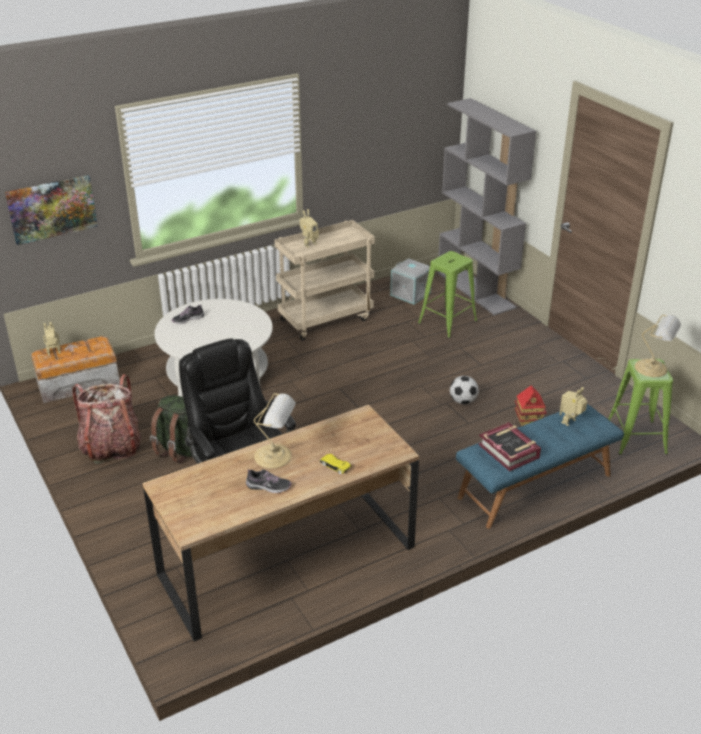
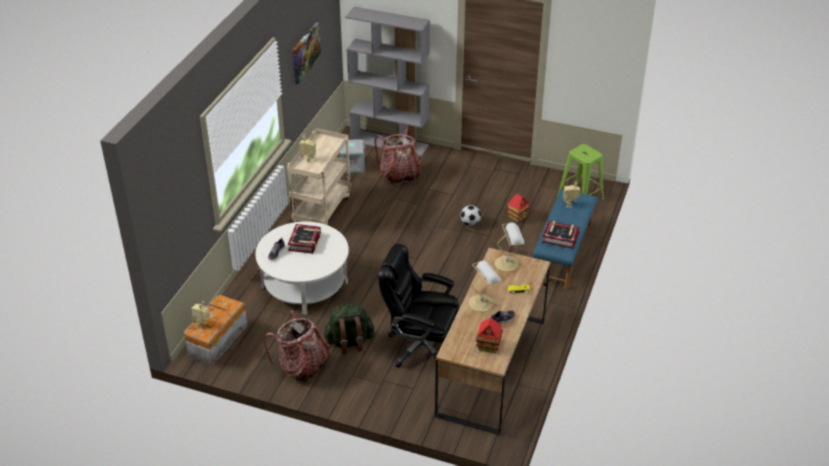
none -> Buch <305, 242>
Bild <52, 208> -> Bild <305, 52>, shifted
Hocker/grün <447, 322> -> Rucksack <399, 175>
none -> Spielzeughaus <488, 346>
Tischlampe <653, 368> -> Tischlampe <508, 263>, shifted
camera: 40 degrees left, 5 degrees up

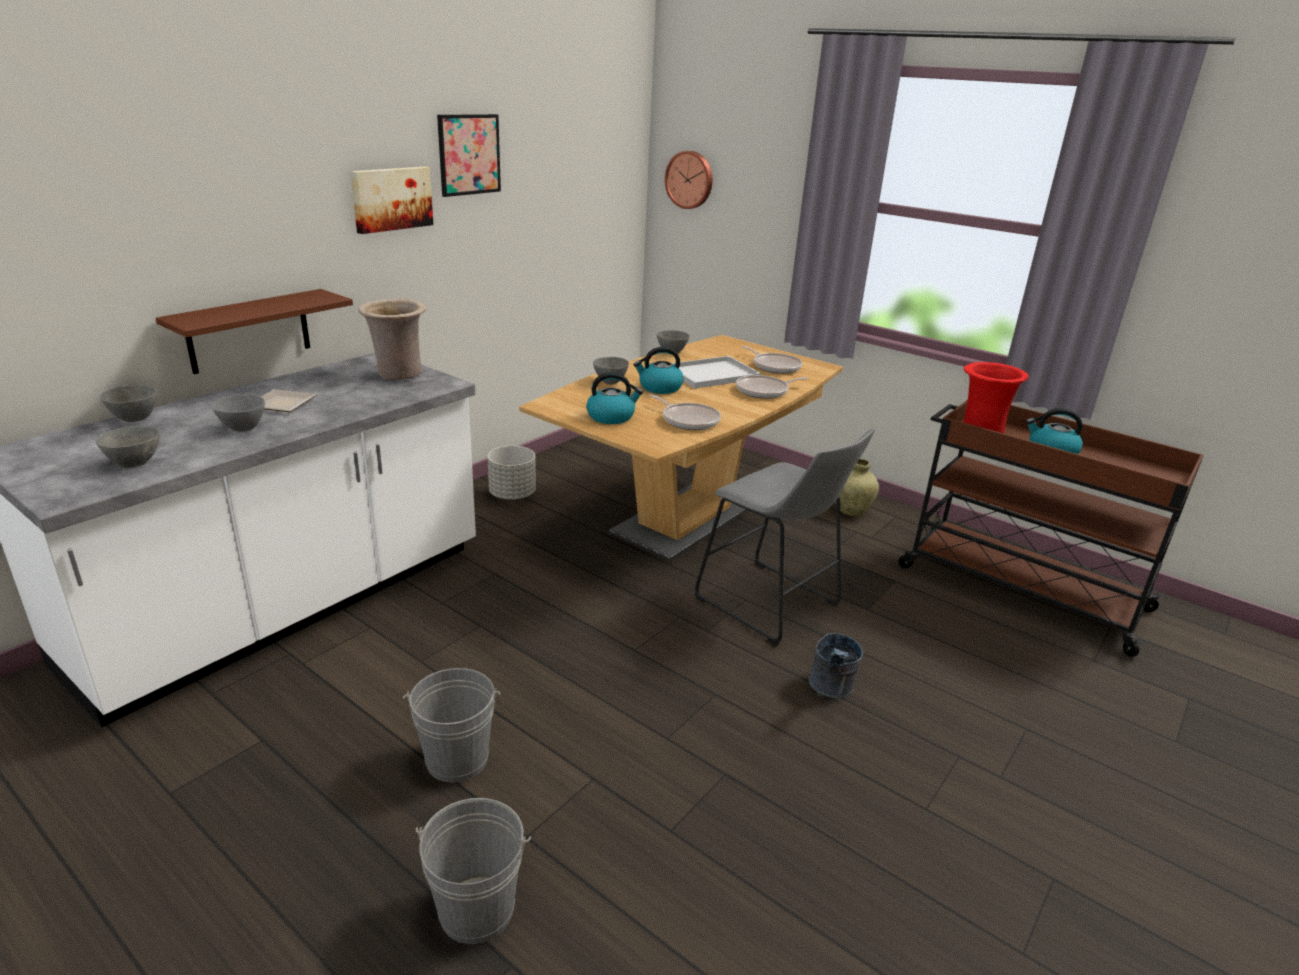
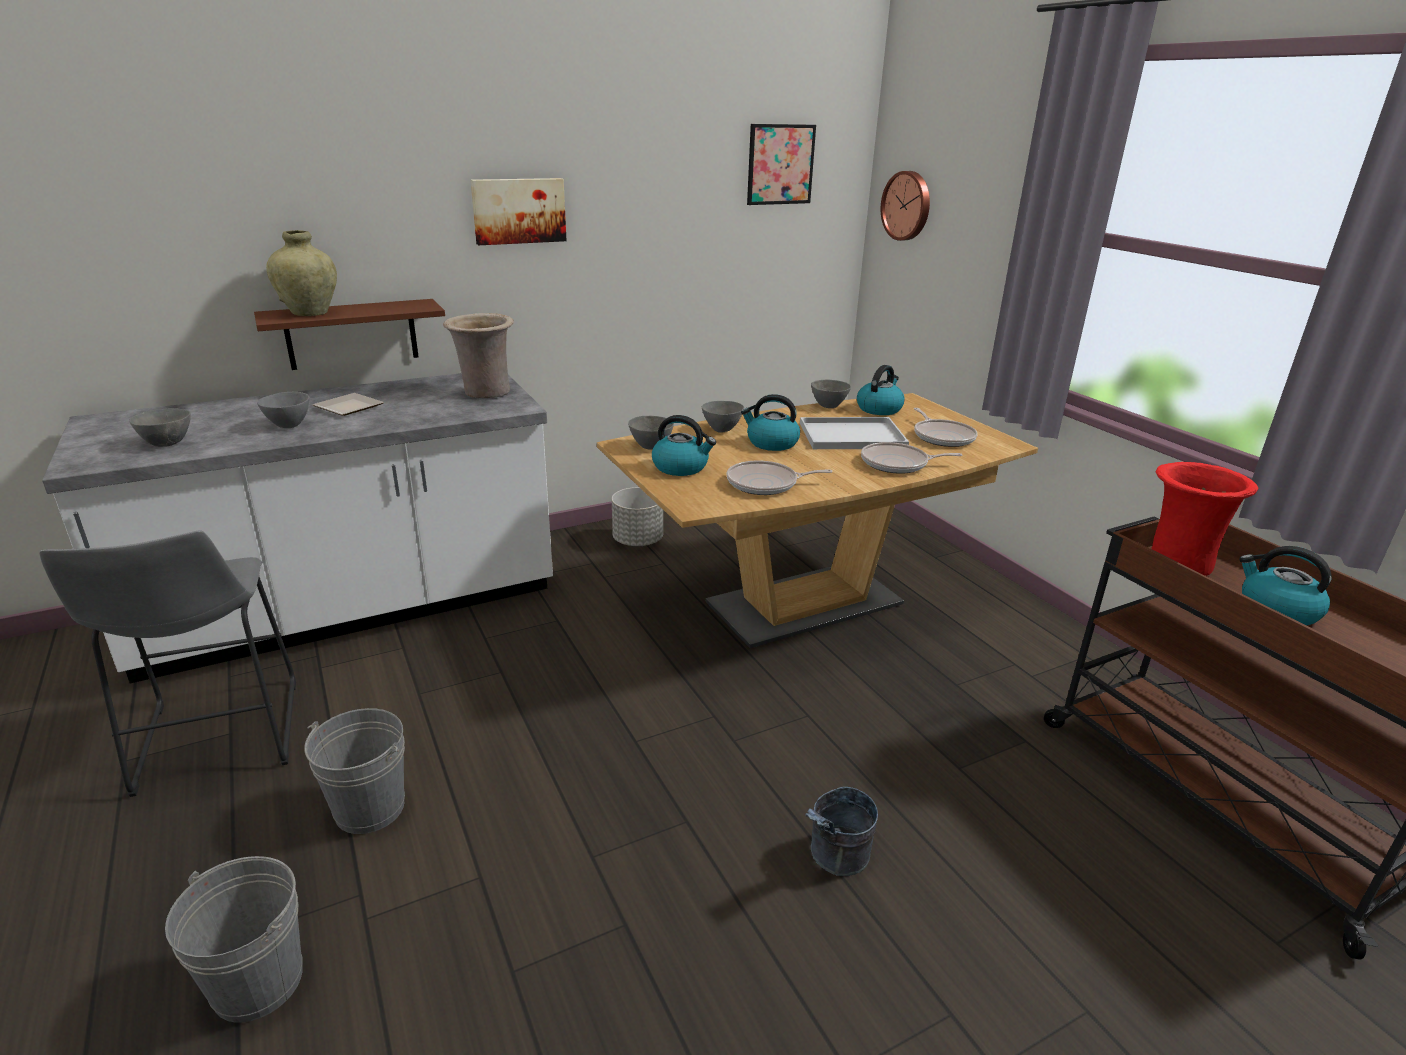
Hocker/grau <772, 605> -> Hocker/grau <217, 742>, shifted
Vase/beige <851, 511> -> Vase/beige <309, 313>, shifted
Schüssel/grau <134, 419> -> Schüssel/grau <650, 447>, shifted
Pfanne <688, 420> -> Pfanne <766, 484>, 105 degrees clockwise
Bild <469, 154> -> Bild <780, 164>, shifted
none -> Wasserkessel <879, 409>
camera: 25 degrees right, 0 degrees up

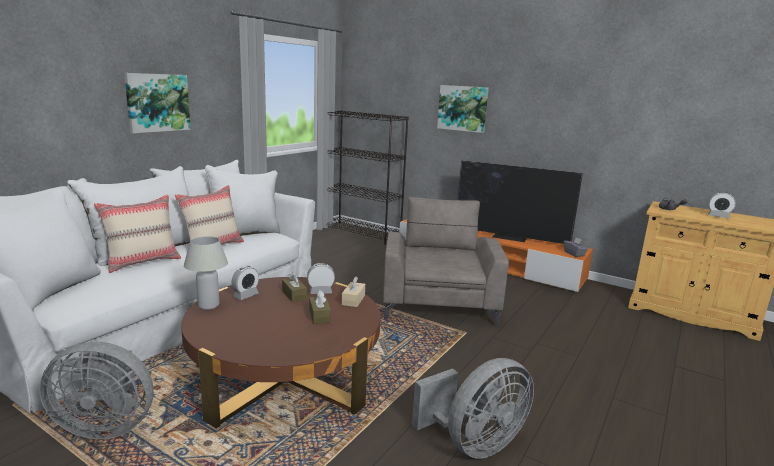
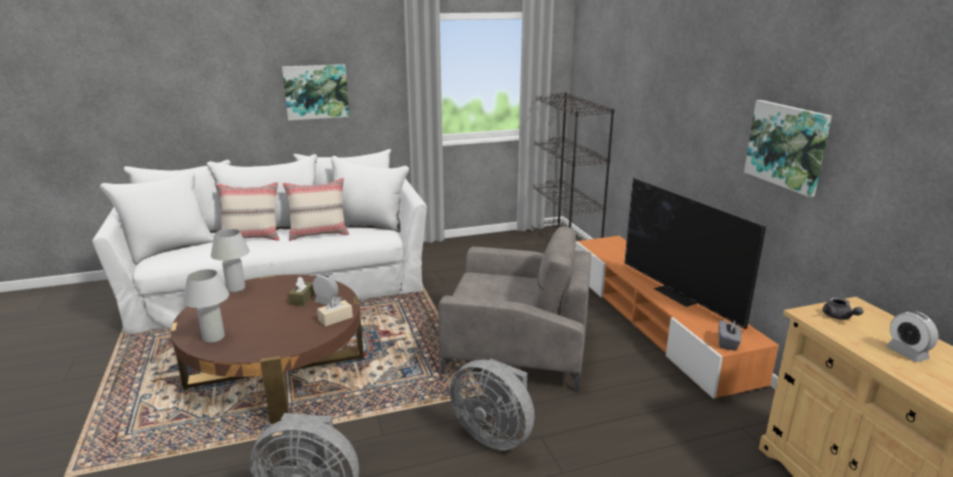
none -> Tischlampe/weiß <213, 338>
Sessel/grau <438, 299> -> Sessel/grau <517, 347>, 60 degrees clockwise
Ventilator/grau <106, 425> -> Ventilator/grau <494, 434>, shifted
Bild <462, 108> -> Bild <787, 146>, shifted
Wecker <245, 295> -> none
Taschentuchbox/braun <319, 316> -> none
camera: 40 degrees right, 5 degrees up

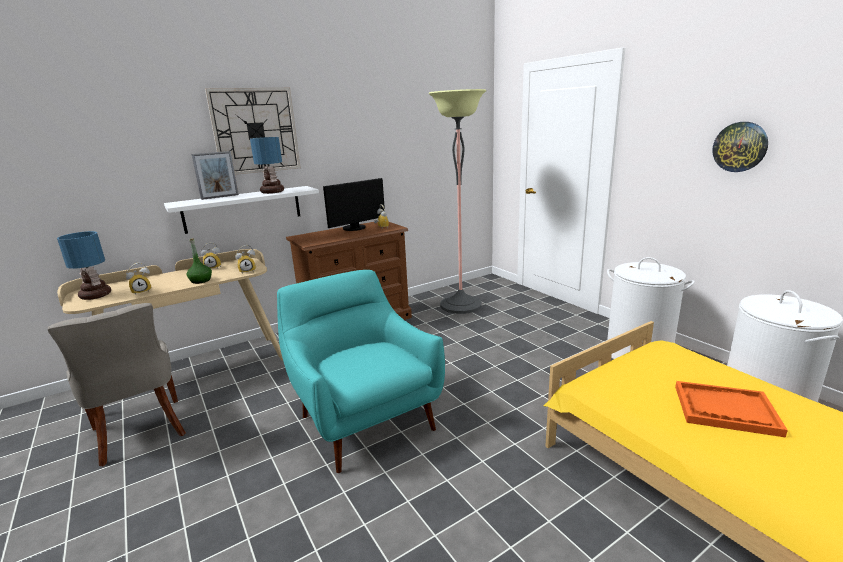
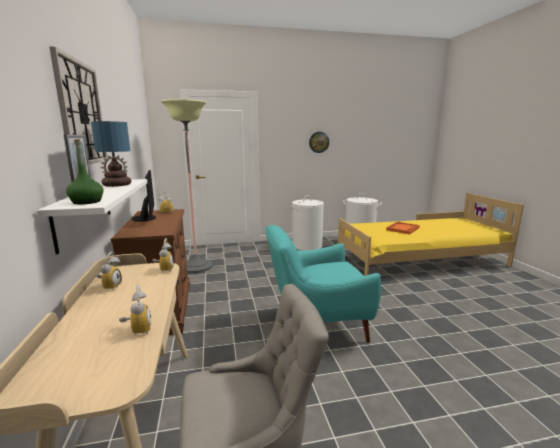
Flasche/grün <200, 281> -> Flasche/grün <87, 202>, shifted
Tischlampe <97, 295> -> none
camera: 70 degrees left, 5 degrees down

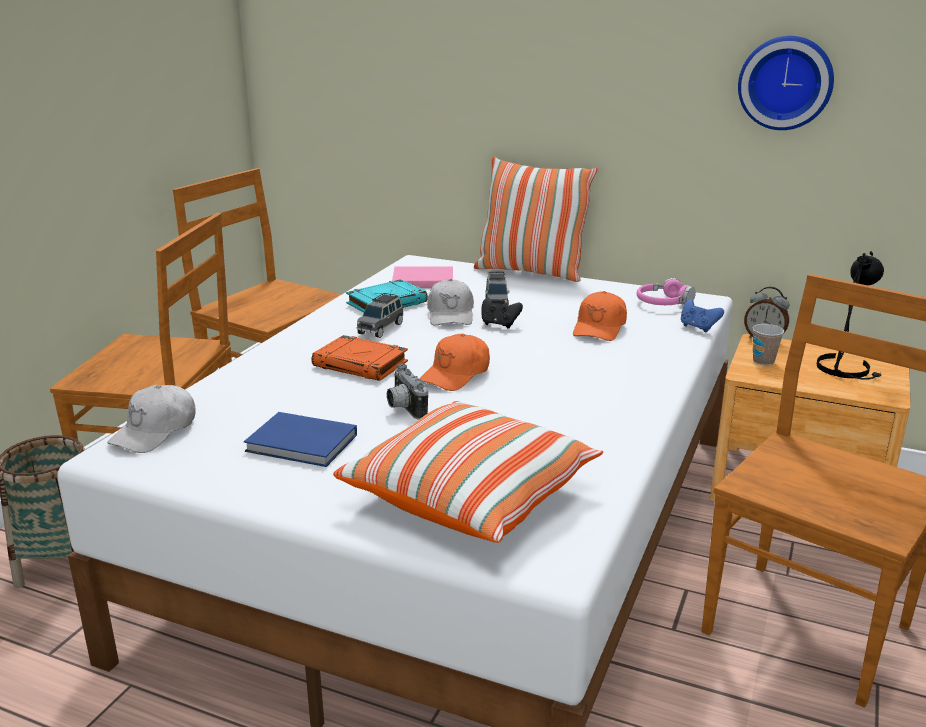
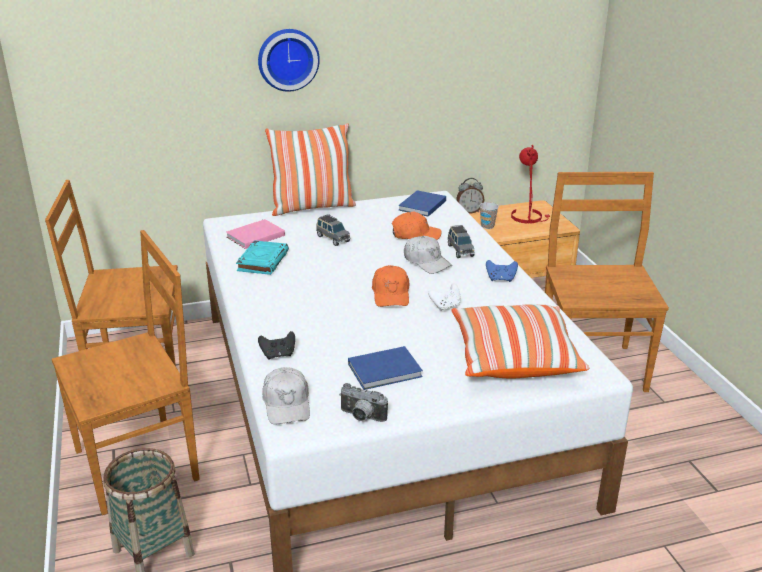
Wanduhr <785, 82> -> Wanduhr <287, 59>, shifted
Gamepad/schwarz <499, 324> -> Gamepad/schwarz <278, 355>, shifted
Kamera <403, 408> -> Kamera <361, 417>, shifted
Kappe/orange <599, 328> -> Kappe/orange <415, 235>, 75 degrees counterclockwise
Kopfhörer/rosa <663, 303> -> Buch/blau <421, 206>
Kappe/weiß <451, 315> -> Kappe/weiß <426, 262>, shifted
none -> Gamepad/weiß <445, 306>
Spielzeugauto/grau <381, 328> -> Spielzeugauto/grau <460, 250>, shifted
Gamepad/blau <698, 327> -> Gamepad/blau <501, 279>, shifted
Tischlampe/schwarz <846, 368> -> Tischlampe/rot <528, 217>
Buch/orange <361, 364> -> none
camera: 40 degrees left, 5 degrees up

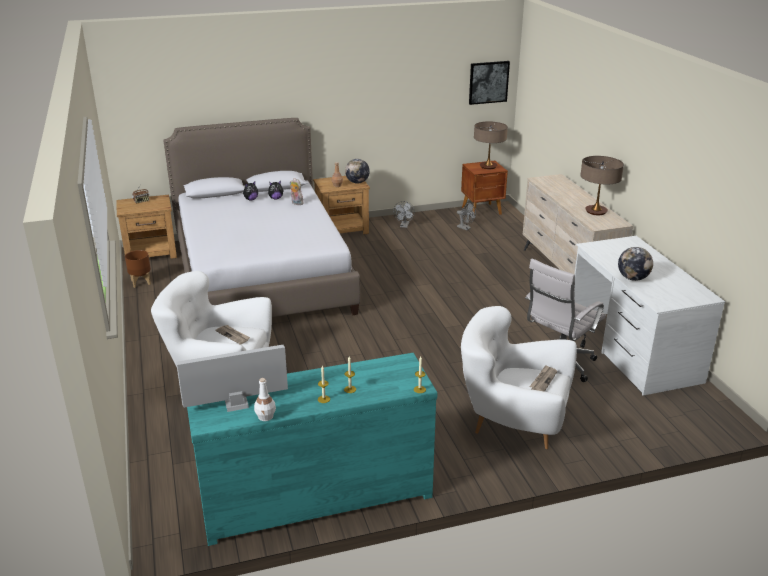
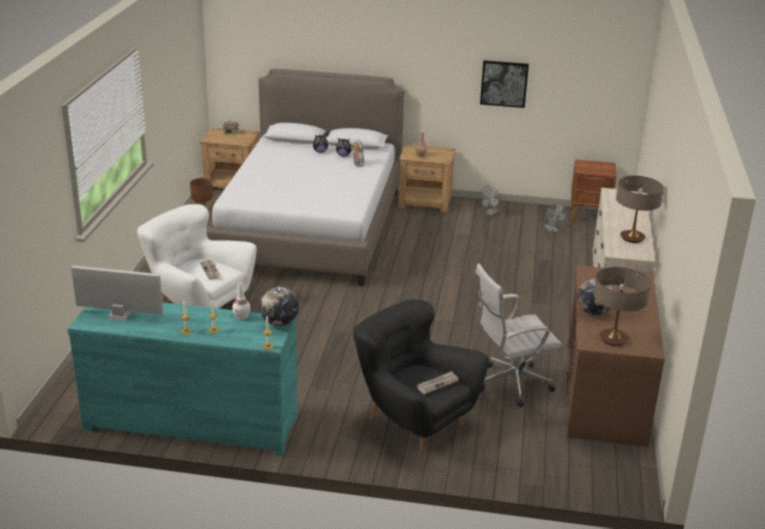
Flasche/weiß <266, 416> -> Flasche/weiß <242, 316>, shifted
Globus <357, 182> -> Globus <279, 323>, shifted
Sessel/weiß <513, 422> -> Sessel/schwarz <414, 420>
Bild <488, 82> -> Bild <504, 83>, shifted
Schreibtisch/weiß <632, 349> -> Schreibtisch/braun <604, 393>
Tischlampe <488, 166> -> Tischlampe <613, 339>, shifted
camera: 25 degrees right, 0 degrees up

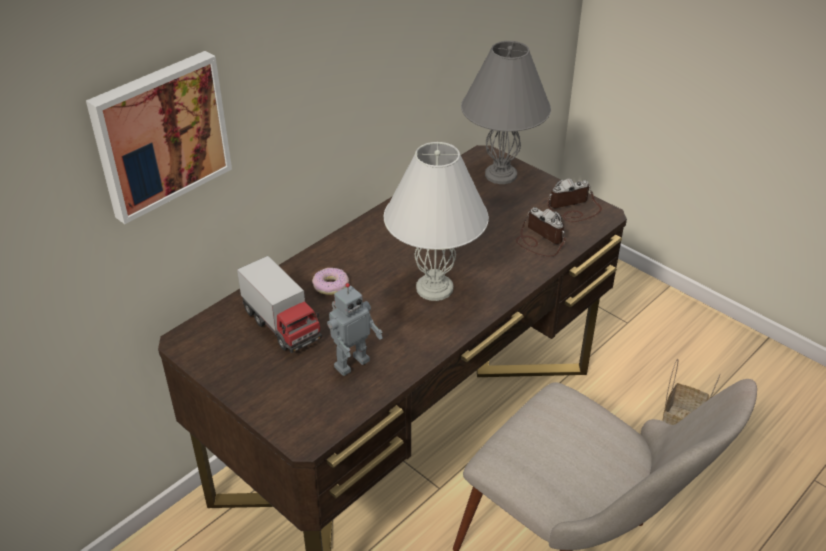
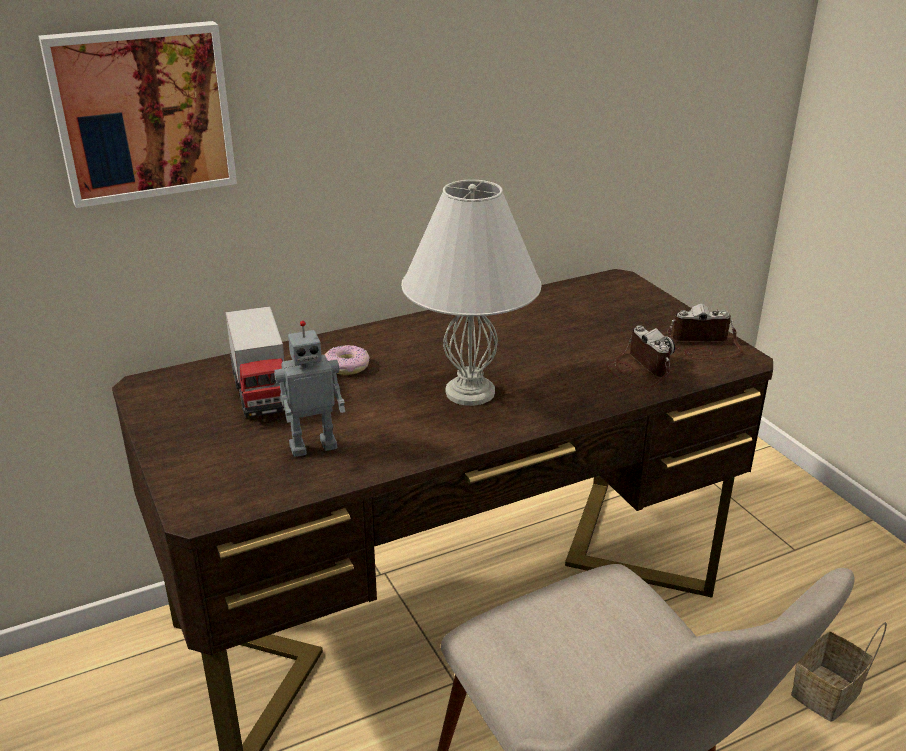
Tischlampe/grau <501, 175> -> none
camera: 20 degrees right, 10 degrees down

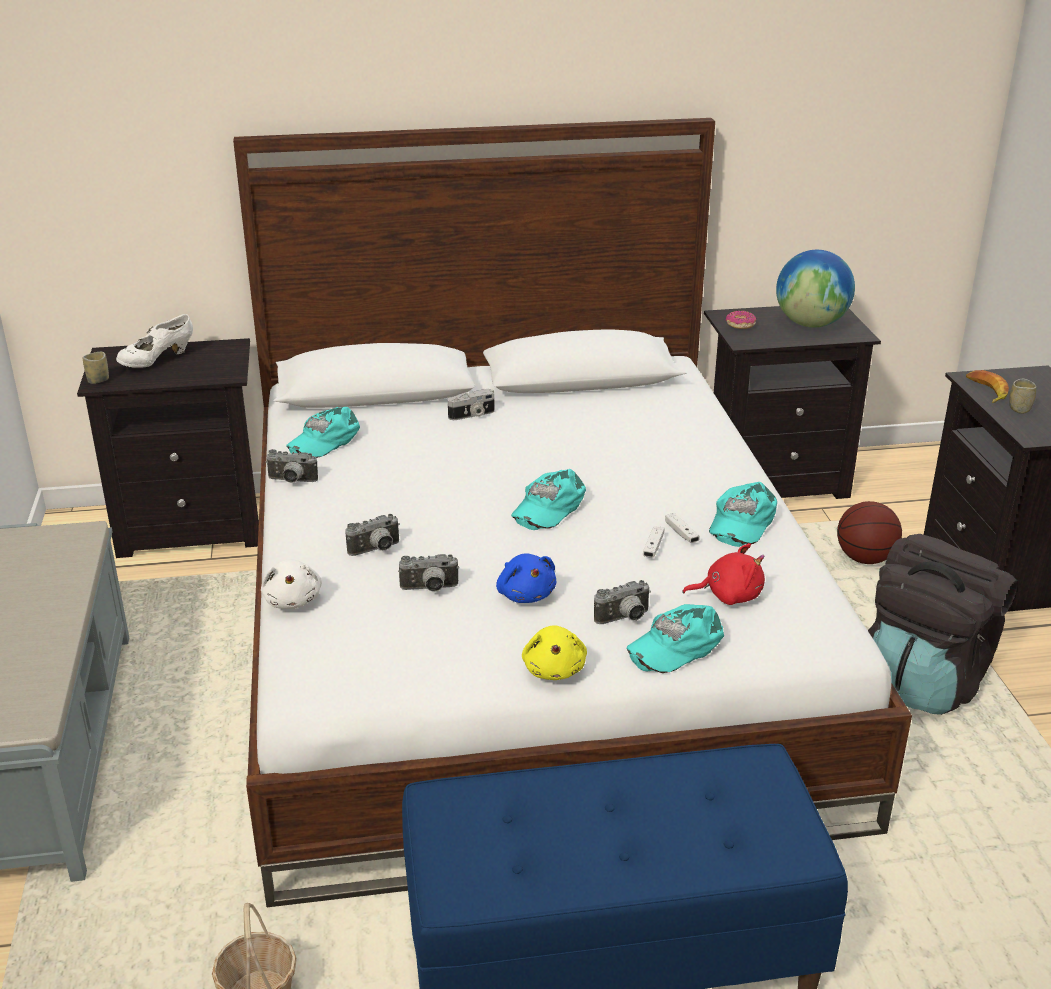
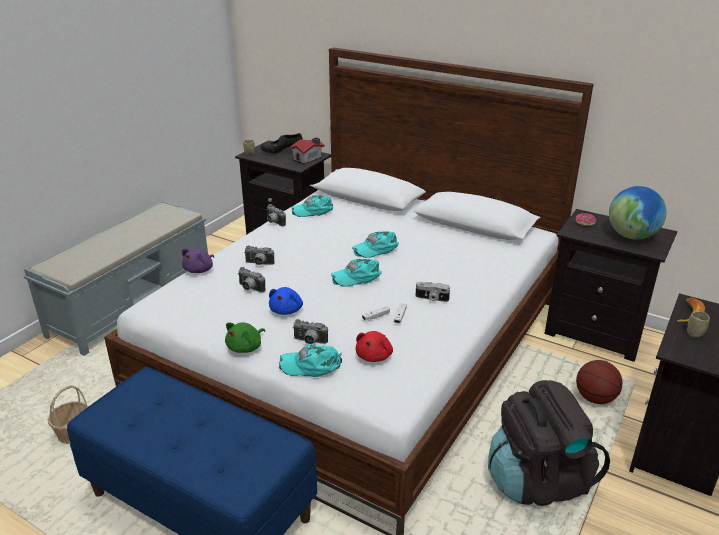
Plüschtier/weiß <293, 600> -> Plüschtier/lila <200, 270>
Plüschtier/gelb <554, 669> -> Plüschtier/grün <246, 347>
Schuh/weiß <157, 361> -> Schuh/schwarz <282, 152>
none -> Spielzeughaus <308, 159>
Kappe/türkis <741, 521> -> Kappe/türkis <376, 248>, shifted
Plüschtier/rot <729, 595> -> Plüschtier/rot <374, 356>, 75 degrees clockwise
Kamera <472, 415> -> Kamera <431, 298>, shifted
camera: 40 degrees right, 0 degrees up

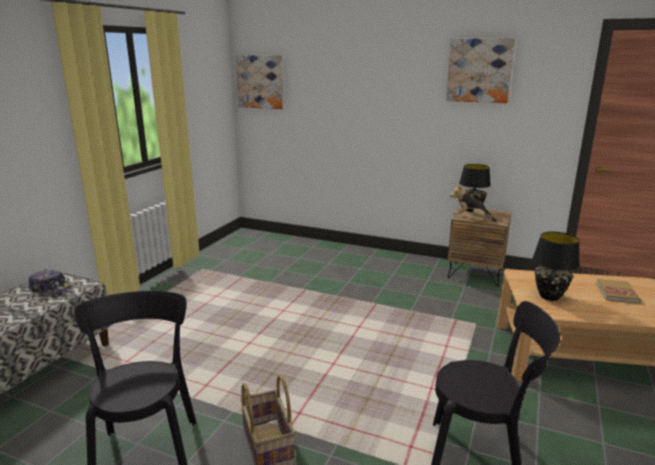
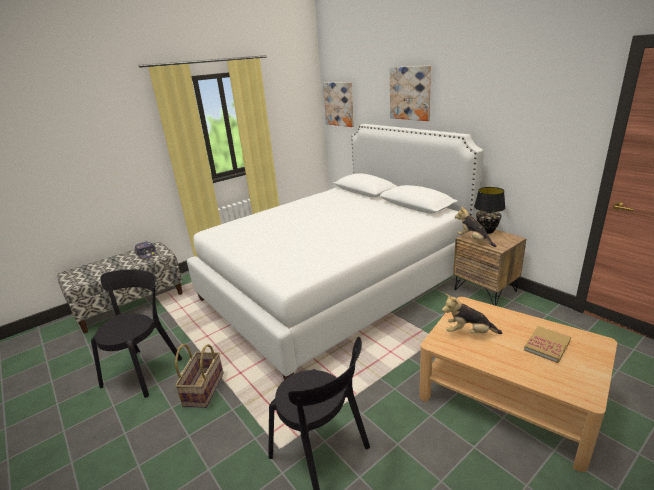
none -> Bett/weiß <335, 286>
Bild <479, 70> -> Bild <410, 93>, shifted
Tischlampe/schwarz <549, 296> -> Plüschtier <468, 333>
camera: 30 degrees right, 5 degrees up

